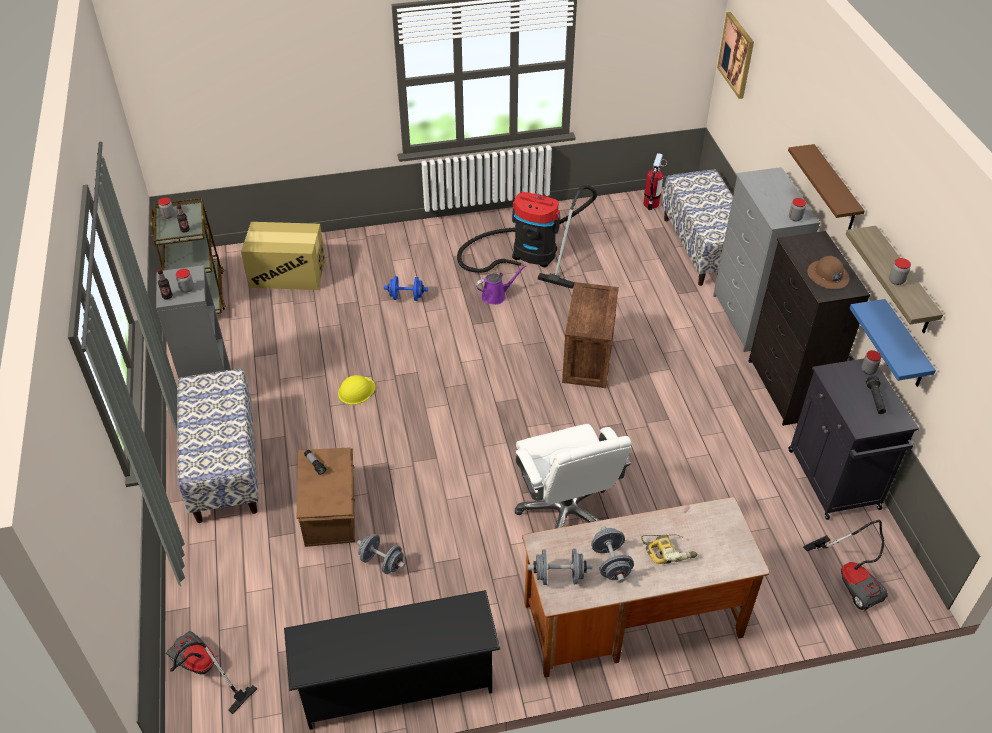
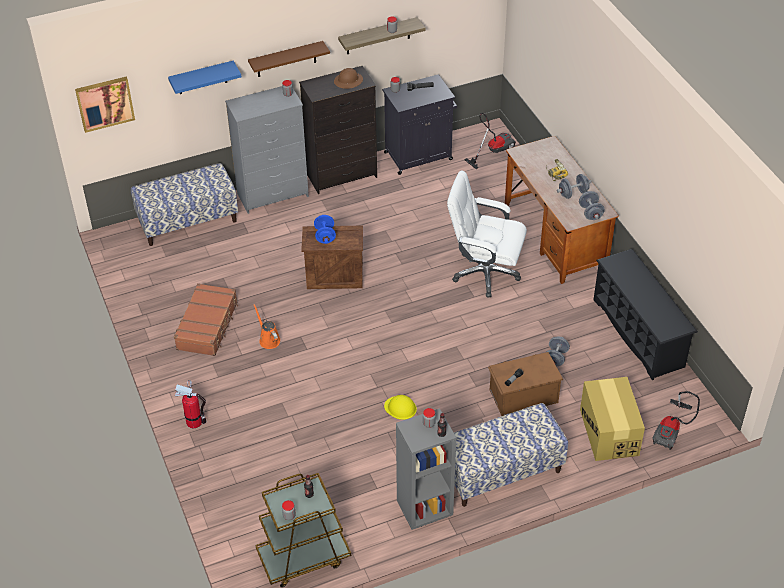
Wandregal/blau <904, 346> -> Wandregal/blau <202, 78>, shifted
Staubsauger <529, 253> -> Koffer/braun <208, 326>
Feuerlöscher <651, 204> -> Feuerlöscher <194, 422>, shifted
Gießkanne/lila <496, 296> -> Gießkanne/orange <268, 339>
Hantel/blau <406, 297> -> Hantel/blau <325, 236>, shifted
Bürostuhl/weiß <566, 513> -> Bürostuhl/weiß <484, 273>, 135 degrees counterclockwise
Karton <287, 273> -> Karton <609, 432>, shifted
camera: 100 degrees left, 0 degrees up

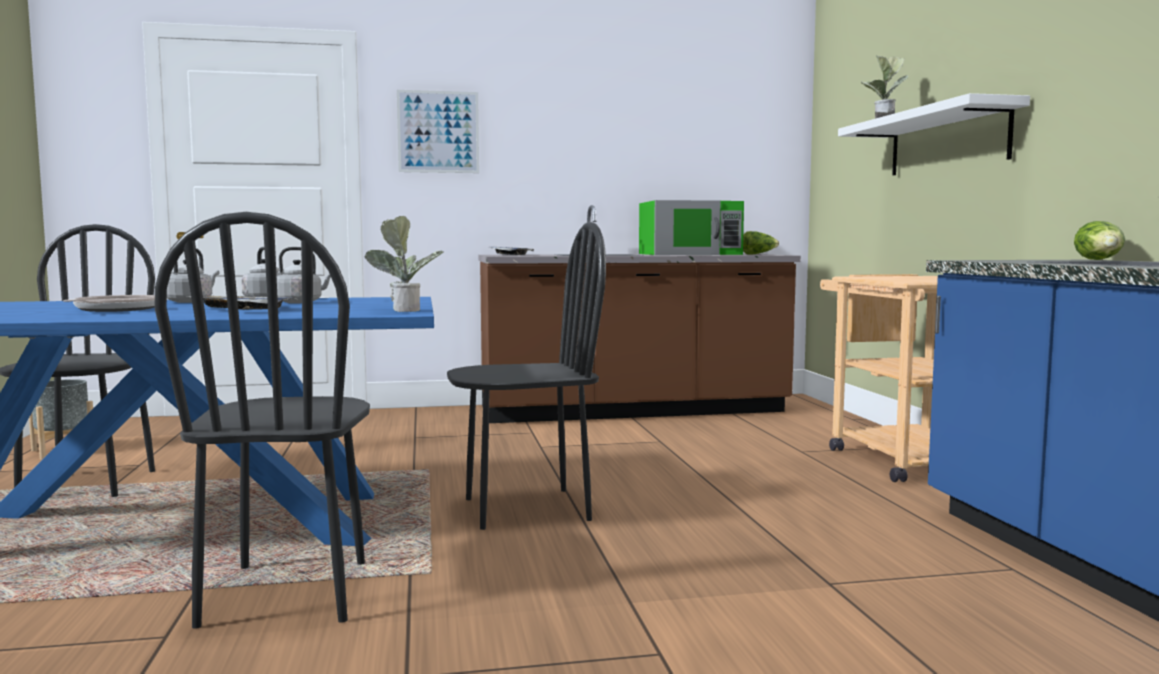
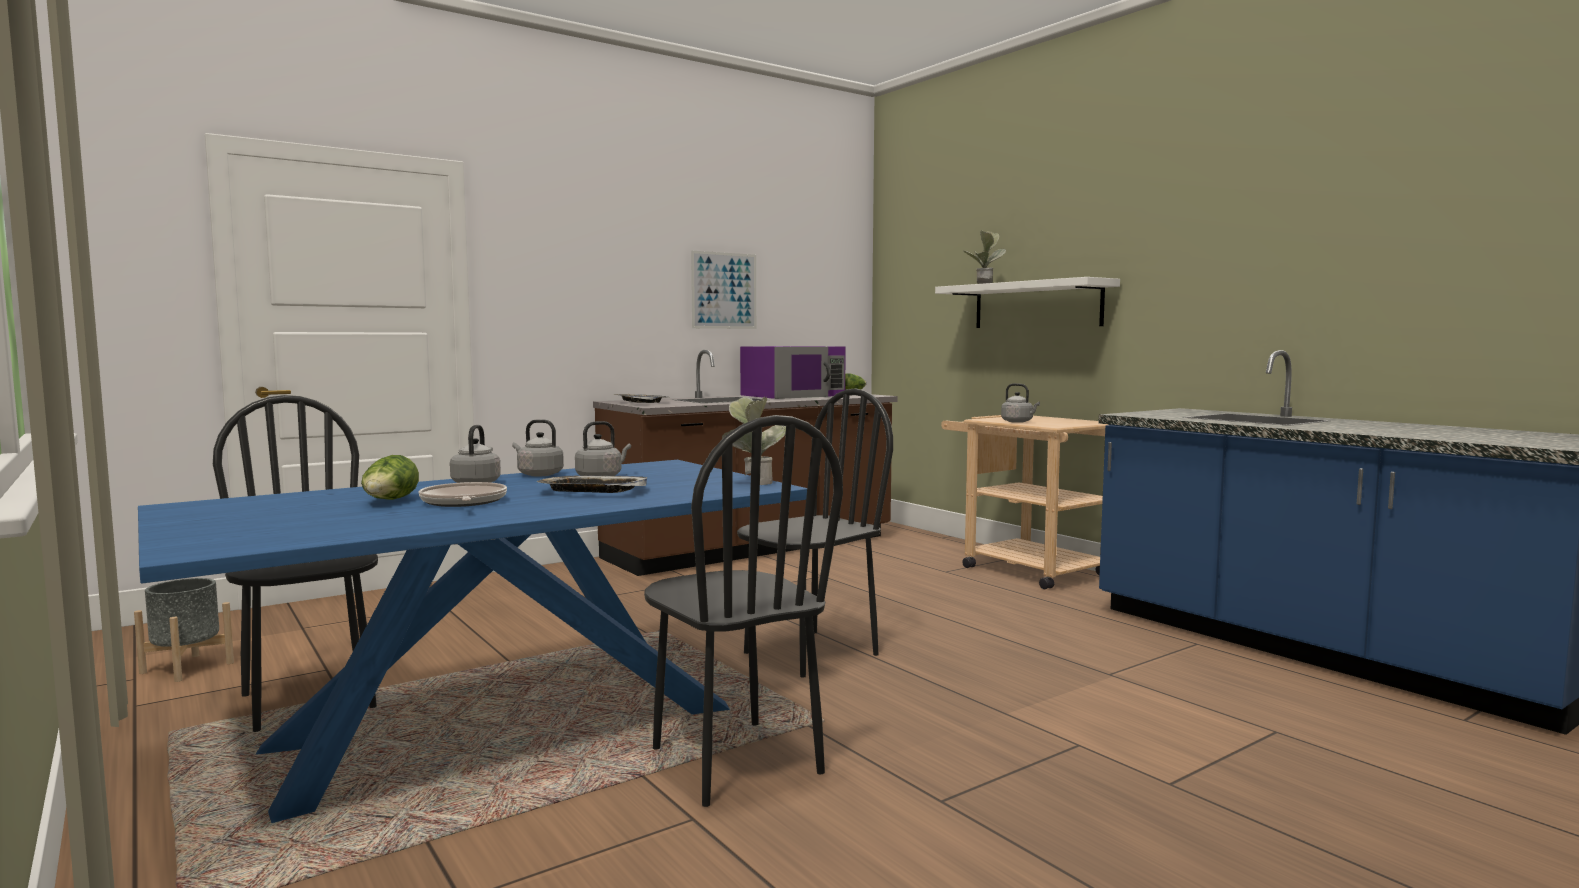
Salatkopf <1100, 260> -> Salatkopf <389, 501>, shifted
Bild <438, 132> -> Bild <724, 290>, shifted
Mikrowelle/grün <690, 254> -> Mikrowelle/lila <793, 395>
none -> Wasserkessel/grau <1018, 422>
camera: 25 degrees left, 0 degrees up

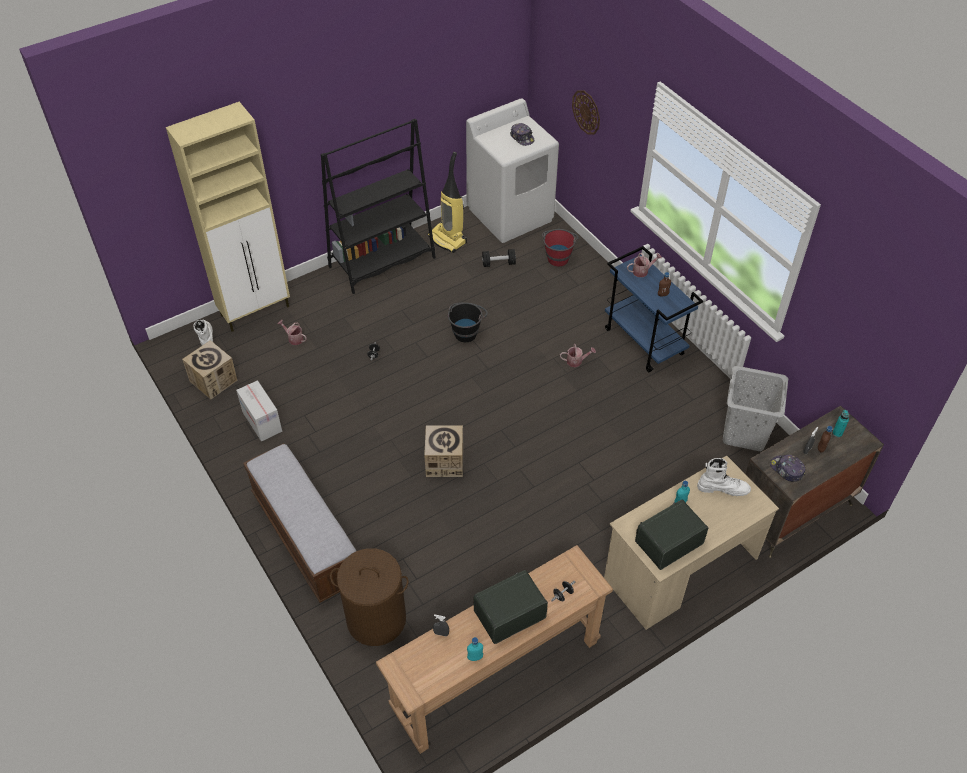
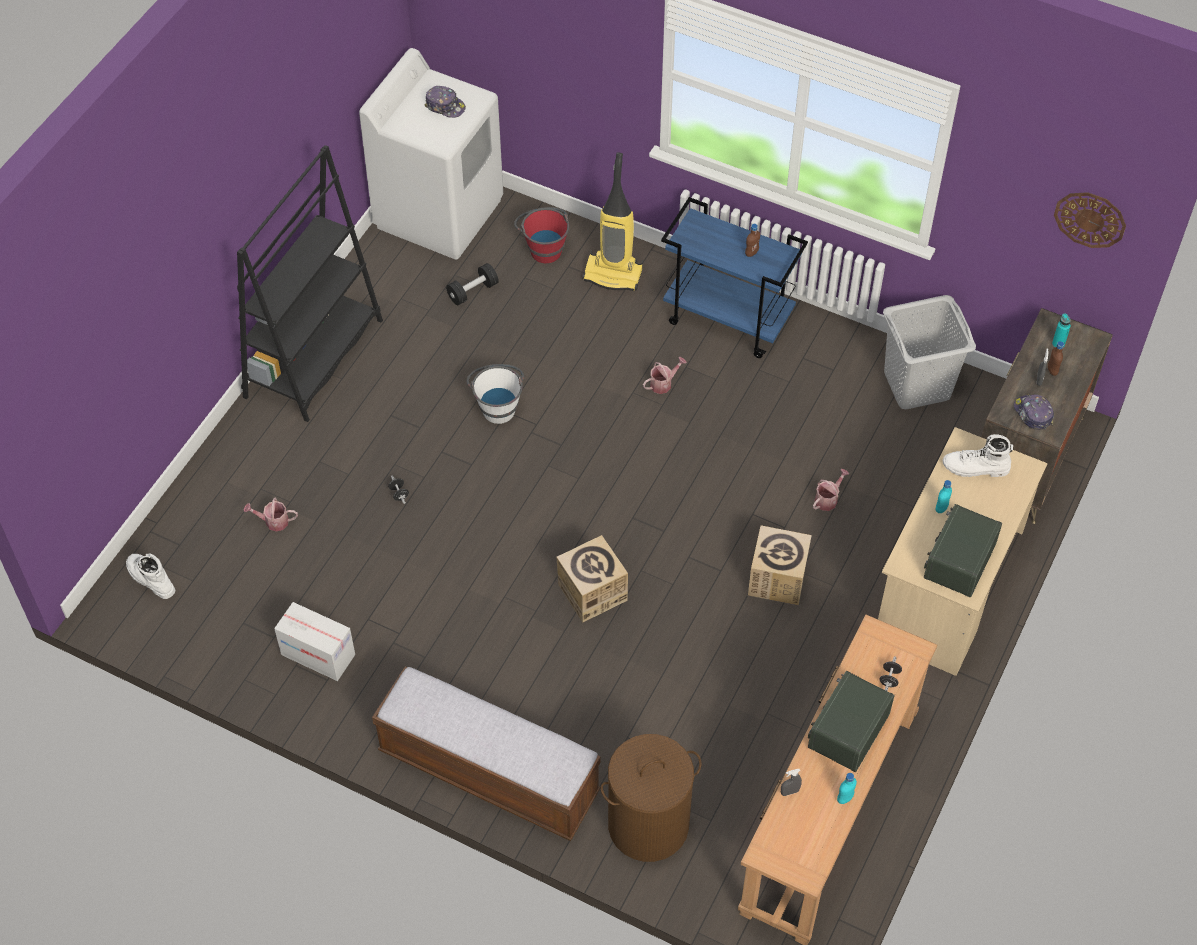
Eimer/schwarz <467, 330> -> Eimer/weiß <497, 405>
Staubsauger <448, 239> -> Staubsauger <614, 274>, shifted
Karton <213, 381> -> Karton <777, 579>, shifted
Gießkanne <642, 271> -> Gießkanne <828, 499>, shifted
Stiefel/weiß <723, 488> -> Stiefel/weiß <975, 468>, 150 degrees counterclockwise
Kappe <786, 470> -> Kappe <1032, 414>, 45 degrees clockwise
Wanduhr <586, 112> -> Wanduhr <1090, 219>, shifted
Schrank/beige <256, 311> -> none
camera: 30 degrees left, 5 degrees up

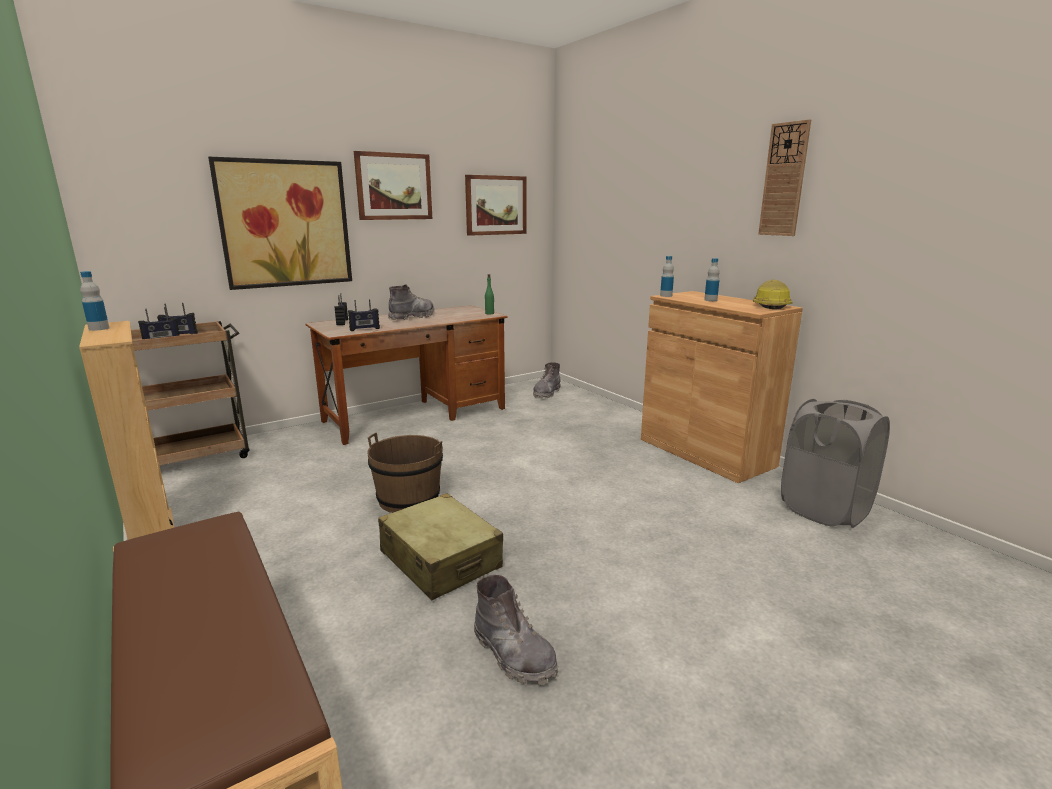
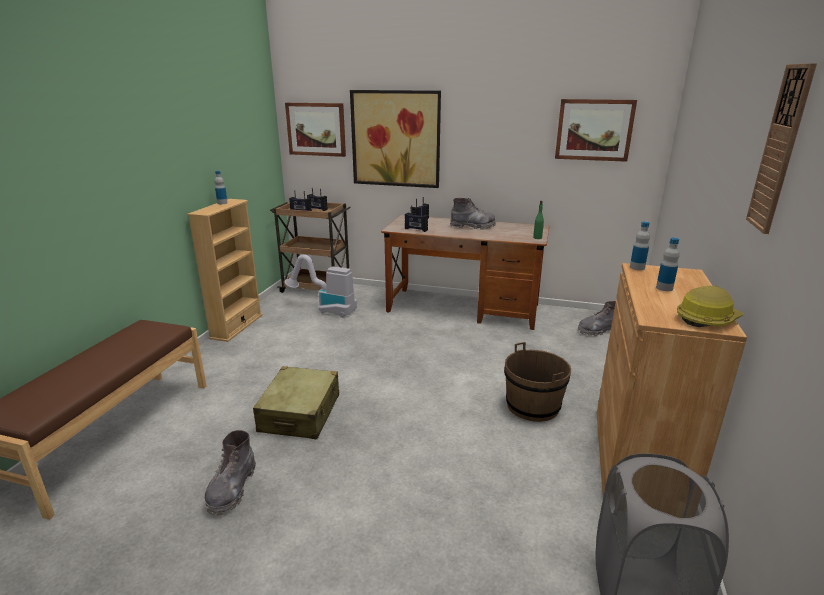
Bild <394, 186> -> Bild <316, 129>, shifted
none -> Staubsauger <325, 309>
Eimer/braun <408, 499> -> Eimer/braun <533, 406>, shifted
camera: 50 degrees right, 5 degrees up

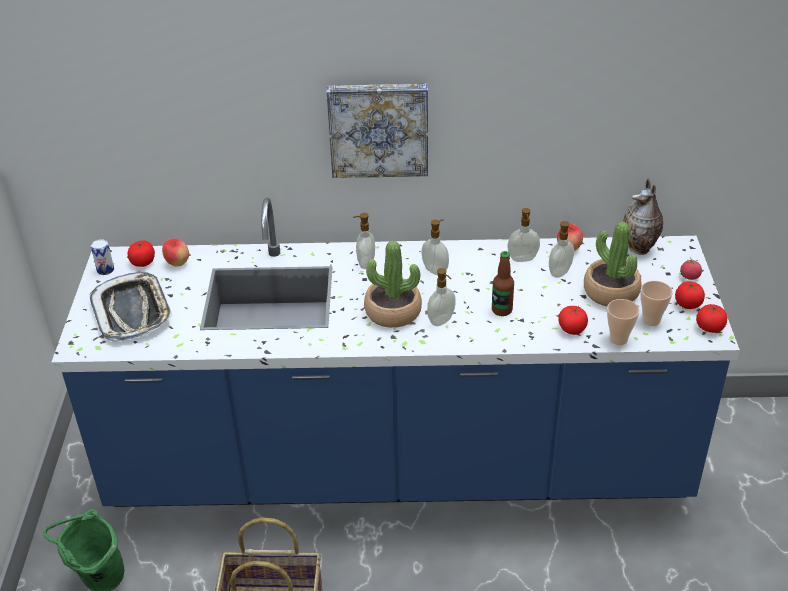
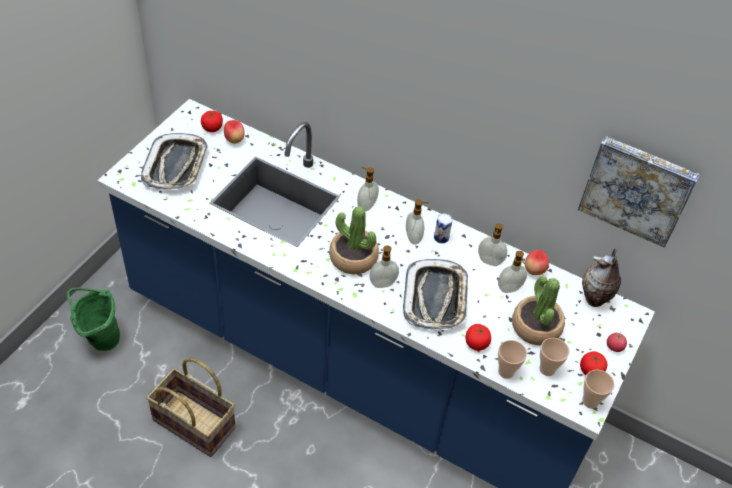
Flasche <502, 310> -> Tablett <435, 298>
Dose <105, 270> -> Dose <441, 237>, shifted
Bild <378, 128> -> Bild <637, 189>, shifted
Tomate <709, 328> -> Tasse <590, 401>
camera: 25 degrees right, 10 degrees up

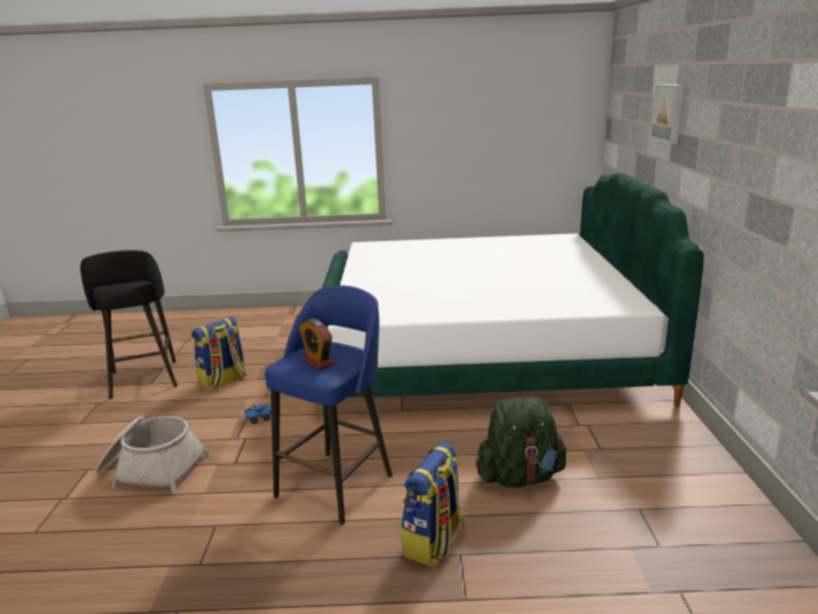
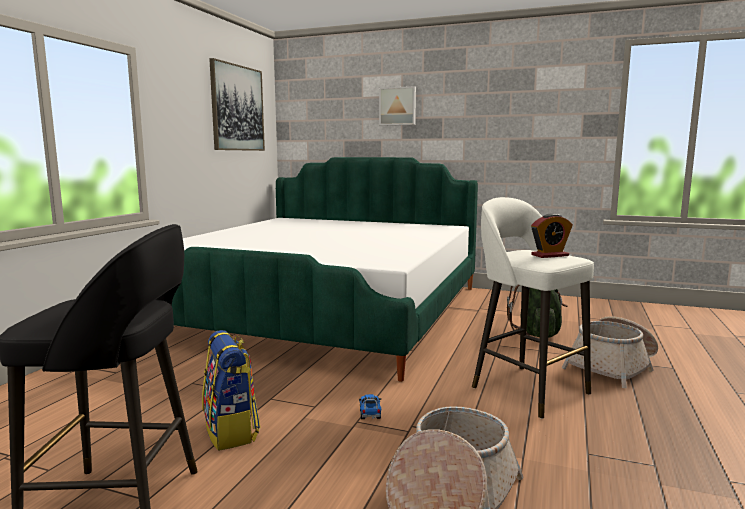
none -> Bild <237, 108>
Hocker/blau <337, 484> -> Hocker/weiß <527, 389>
Rucksack <434, 542> -> Korb <612, 367>
camera: 70 degrees left, 10 degrees down

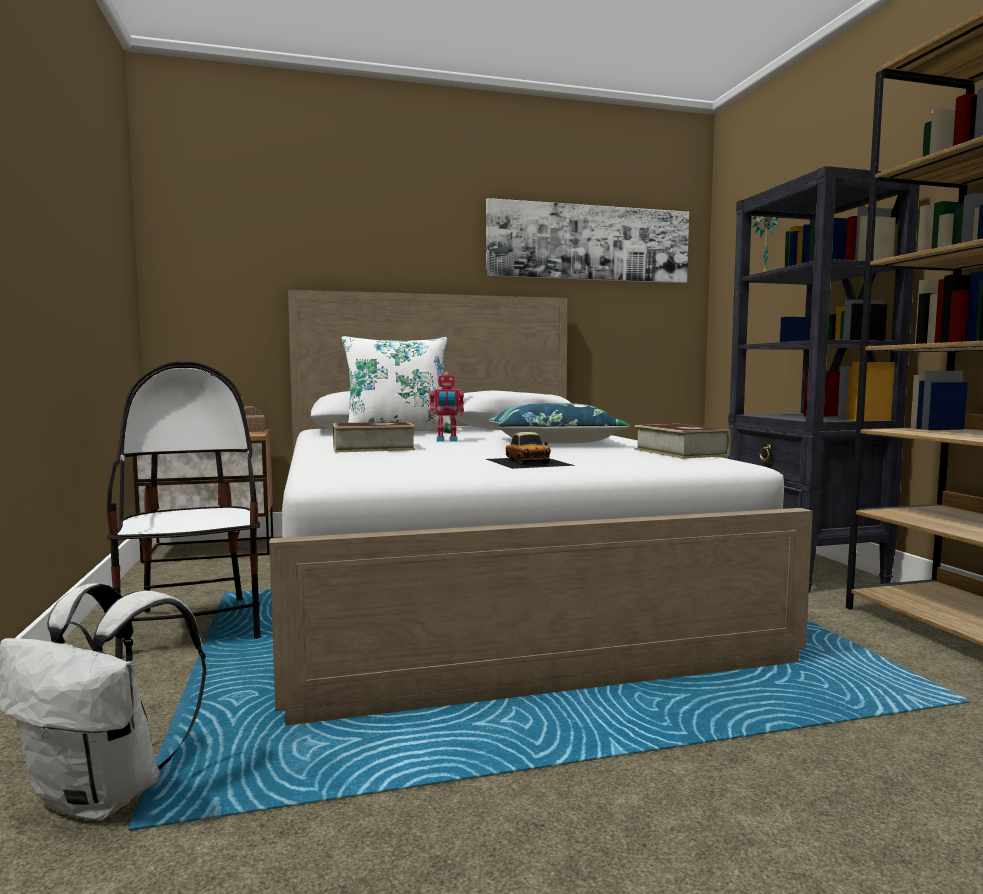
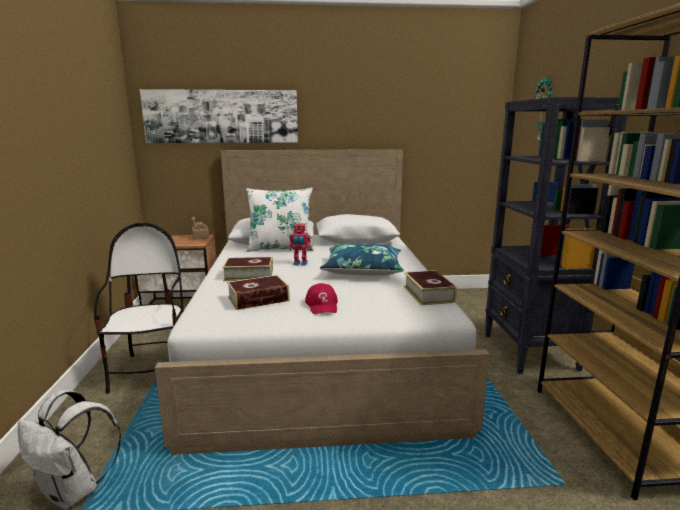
Bild <589, 243> -> Bild <221, 116>, shifted
none -> Buch <258, 299>
Spielzeugauto <528, 462> -> Kappe/rot <322, 305>
camera: 10 degrees right, 10 degrees up

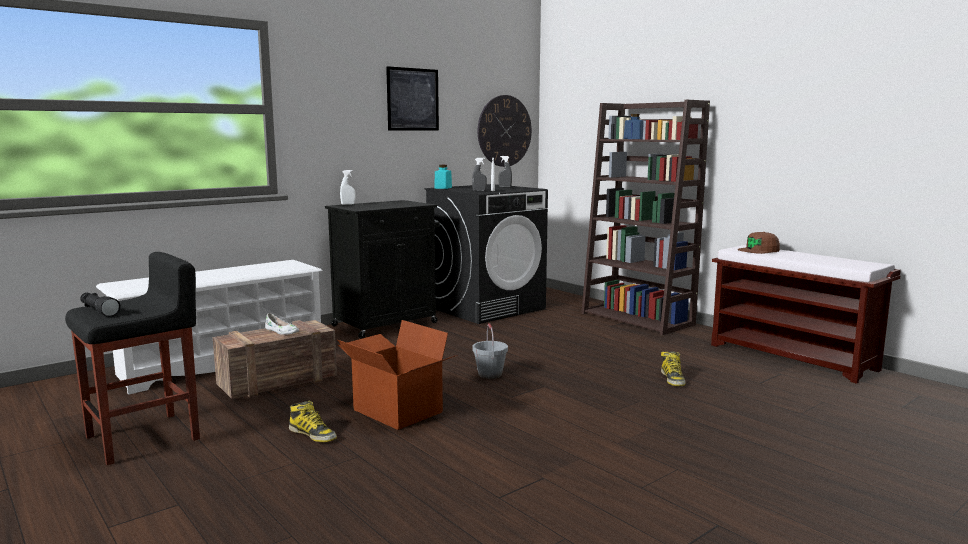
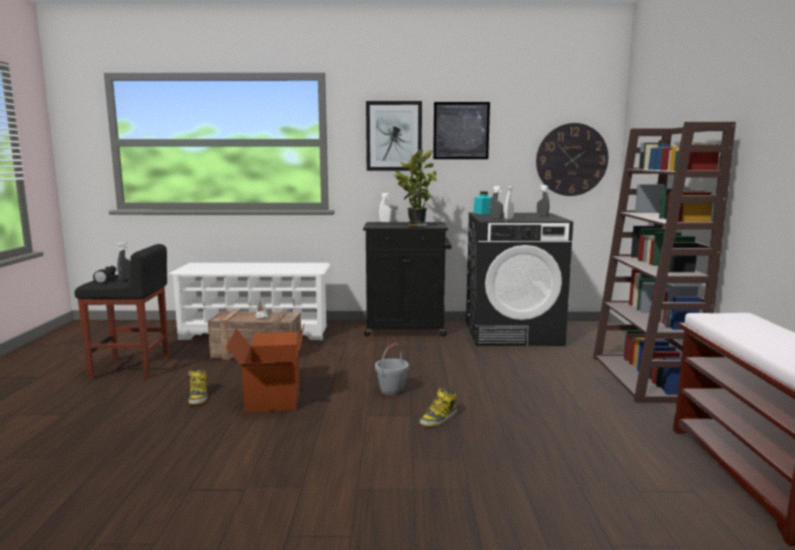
none -> Sprühflasche/grau <126, 279>
none -> Bild <394, 136>
none -> Topfpflanze <415, 226>
Stiefel <673, 379> -> Stiefel <439, 418>, shifted
Kappe/braun <759, 250> -> none
camera: 40 degrees right, 0 degrees up

